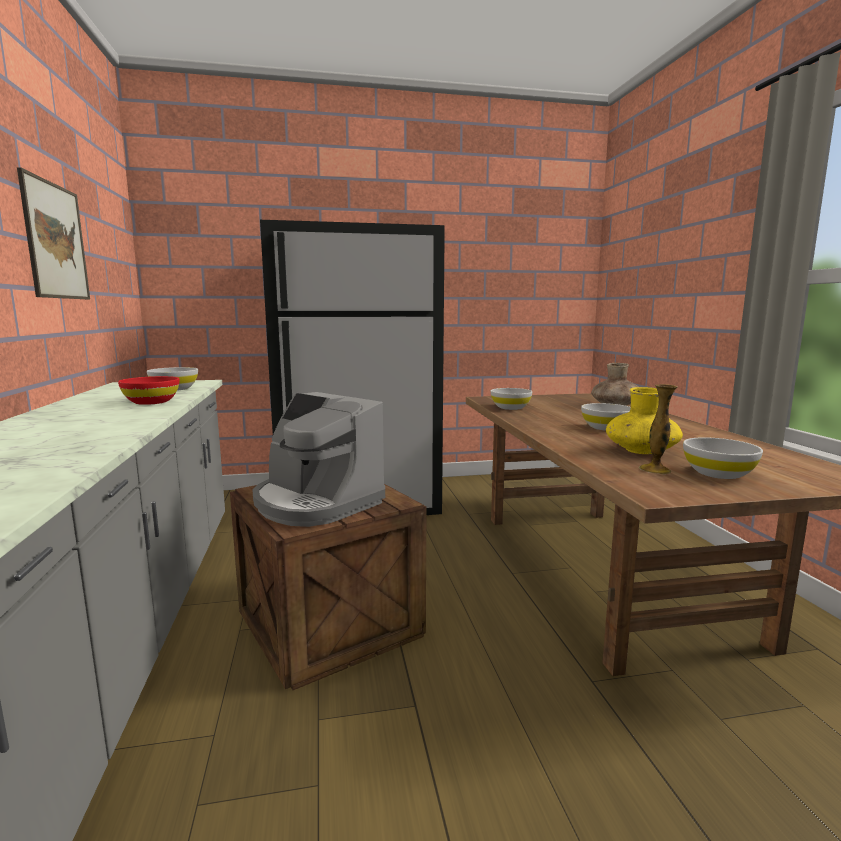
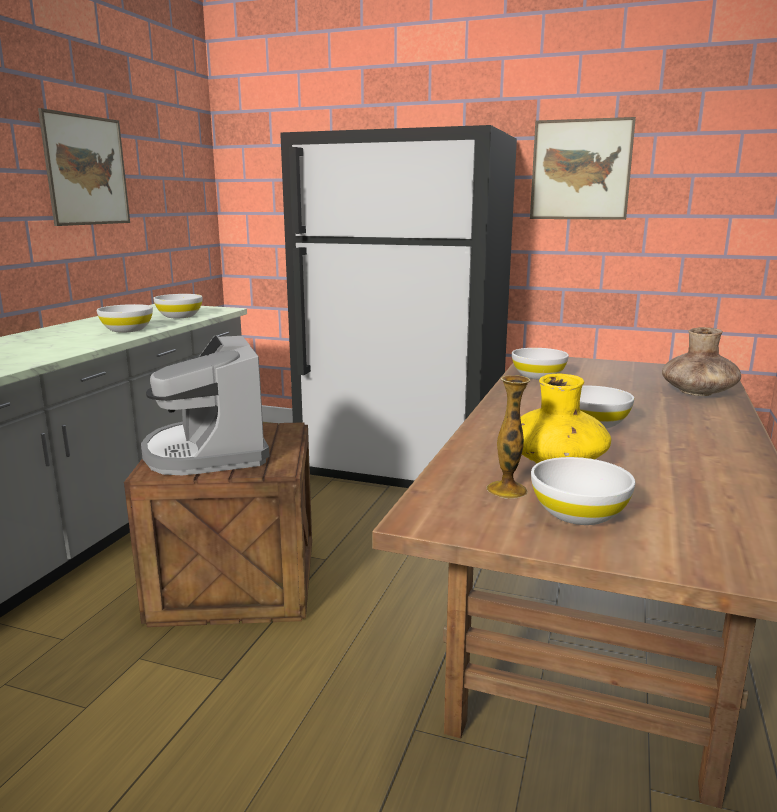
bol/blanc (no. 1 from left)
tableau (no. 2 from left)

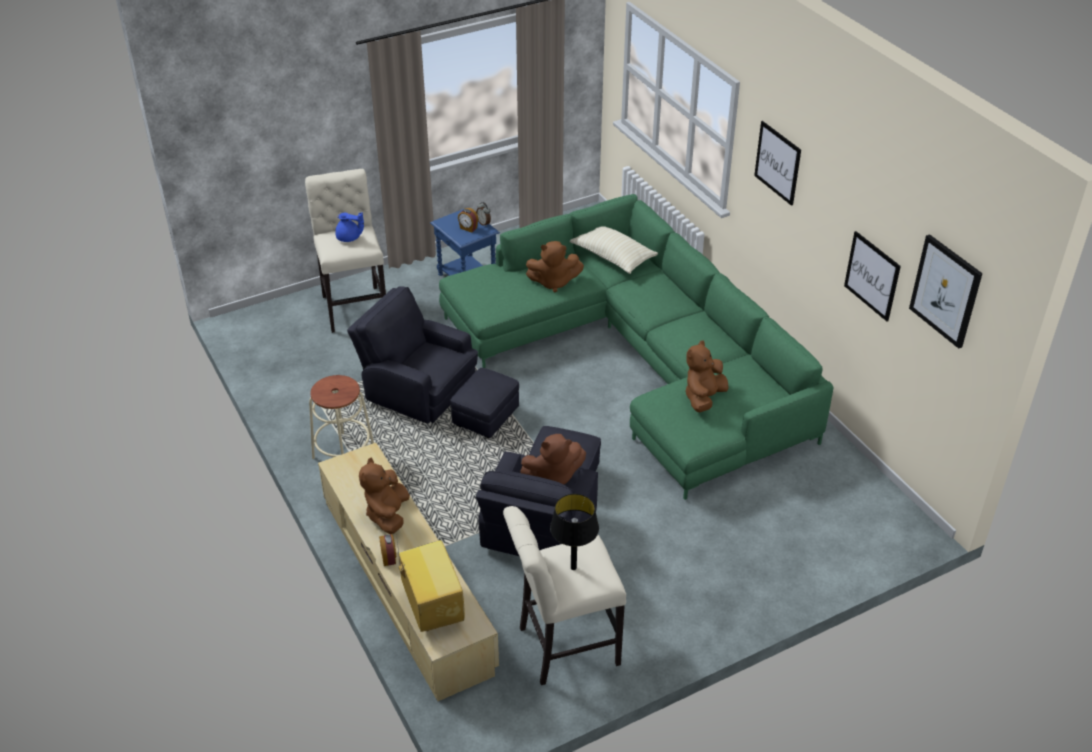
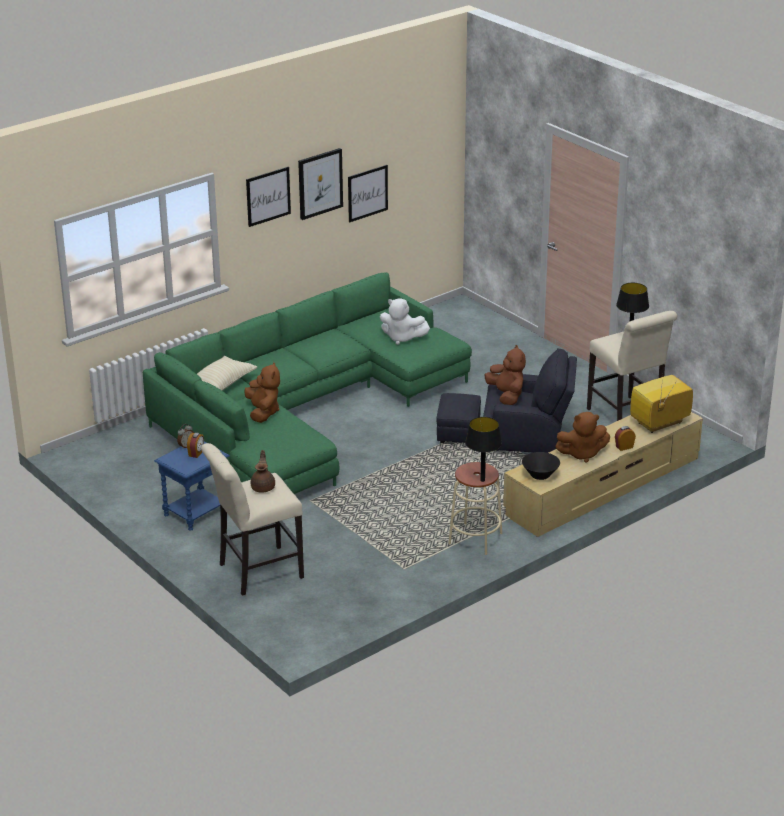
théière/marron
tableau (no. 2 from left)
peluche/blanc
lampe de table/noir (no. 1 from left)
bol/noir
fauteuil/noir (no. 1 from left in the first image)

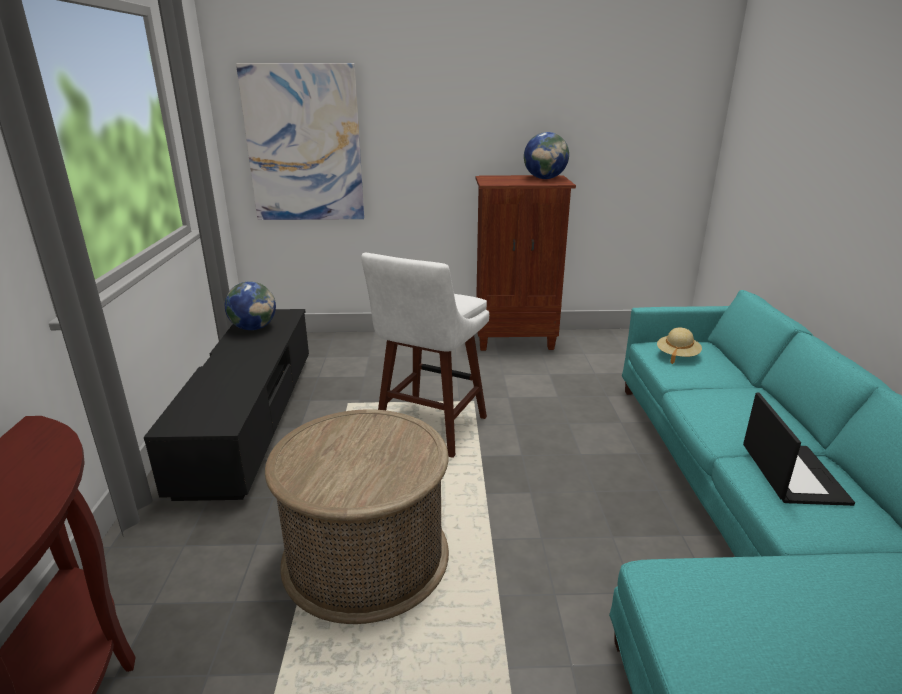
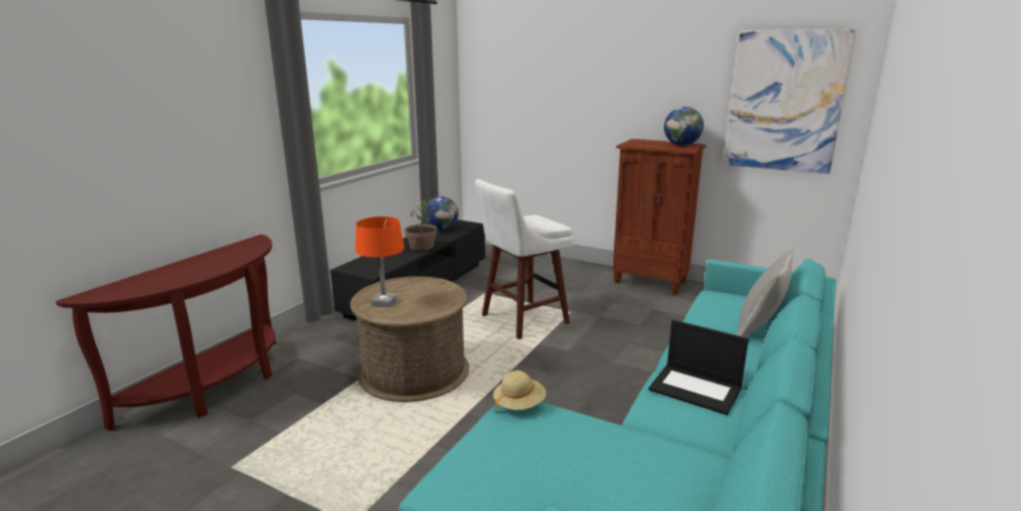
lampe de table/orange
plante en pot
chapeau/beige
ordinateur portable
tableau
coussin/gris

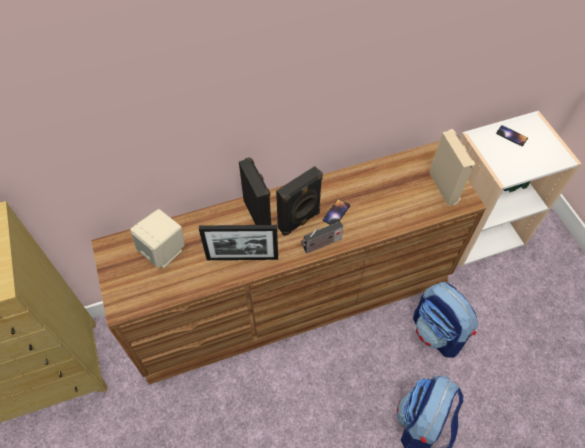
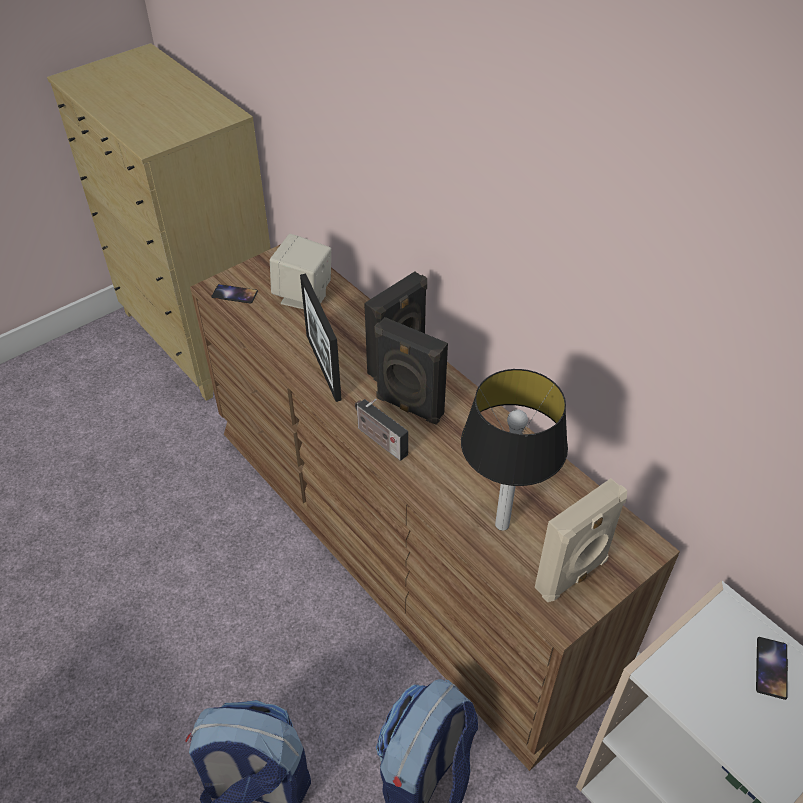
téléphone (no. 1 from left)
lampe de table

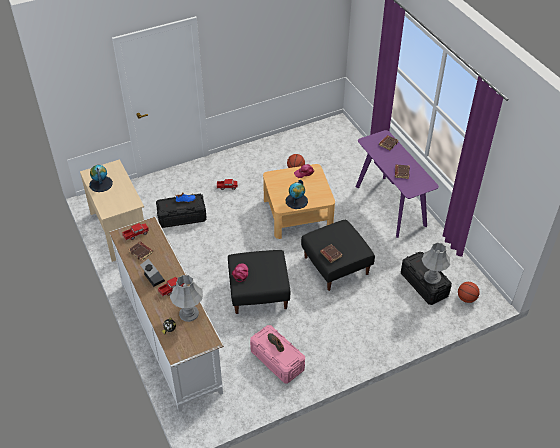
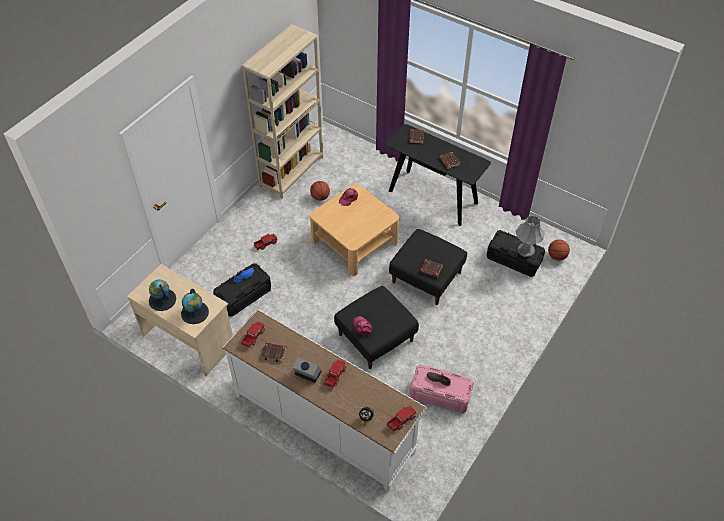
globe (no. 2 from left)
bibliothèque/beige
table console/noir
camion jouet (no. 4 from left)
lampe de table/gris (no. 1 from left in the first image)

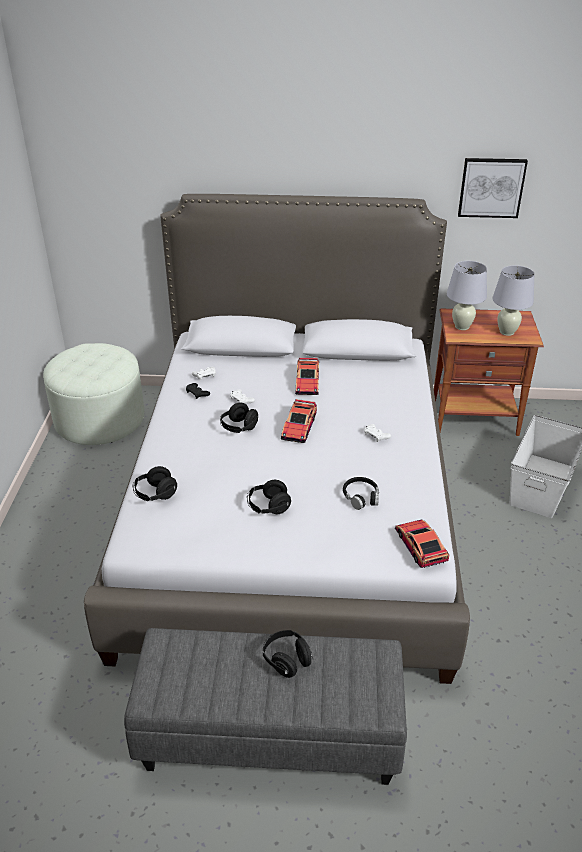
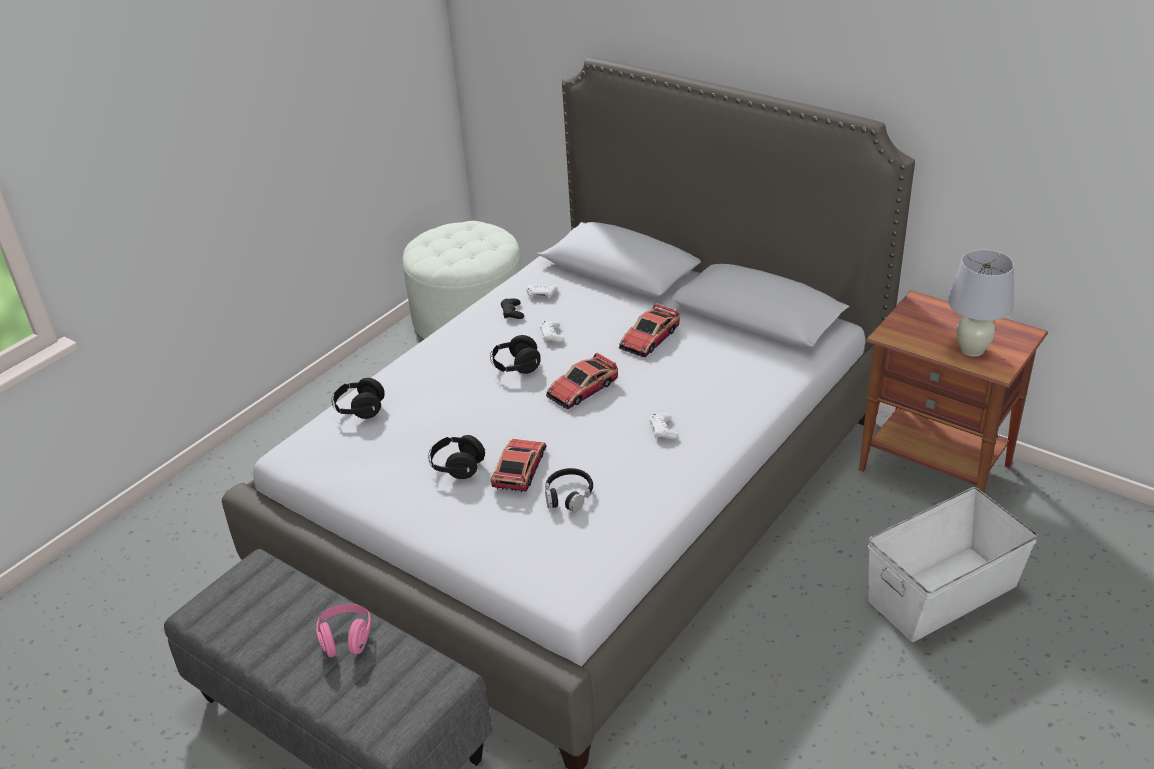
casque audio/rose
petite voiture (no. 1 from left)
lampe de table/blanc (no. 1 from left in the first image)
tableau

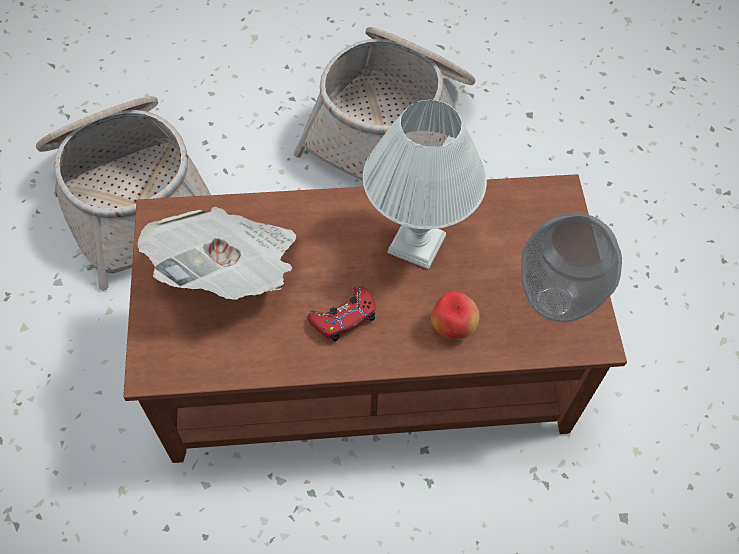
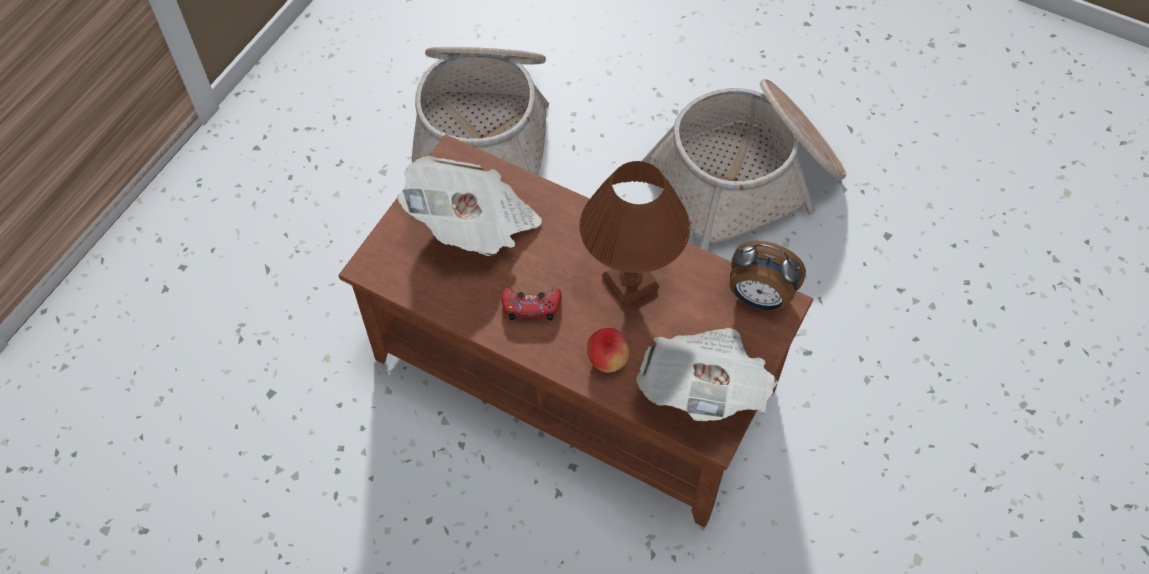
lampe de table/marron
journal (no. 2 from left)
réveil

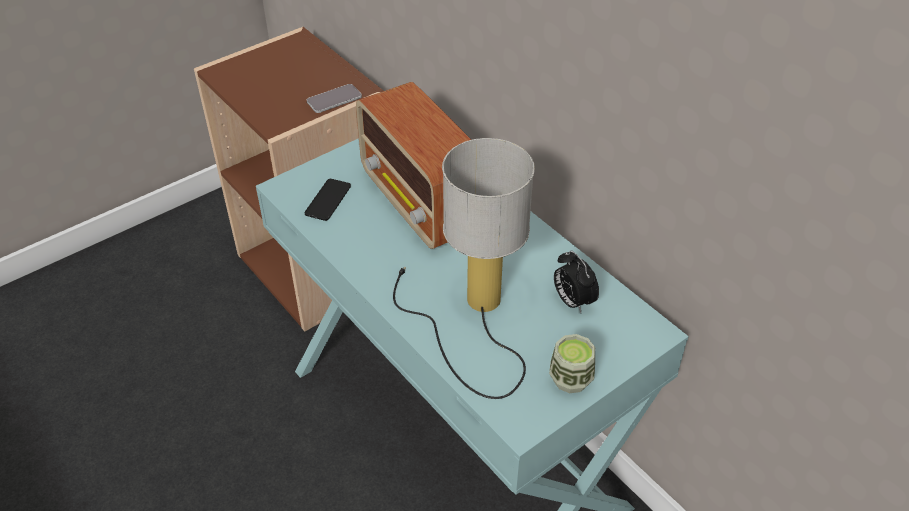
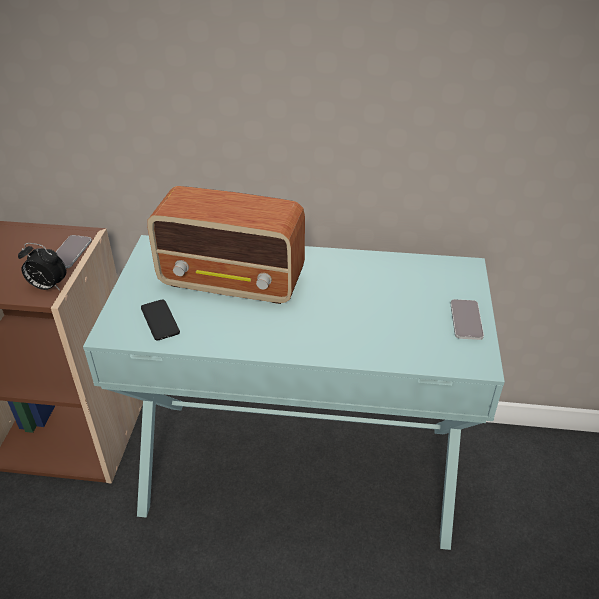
réveil
téléphone (no. 3 from left)
lampe de table

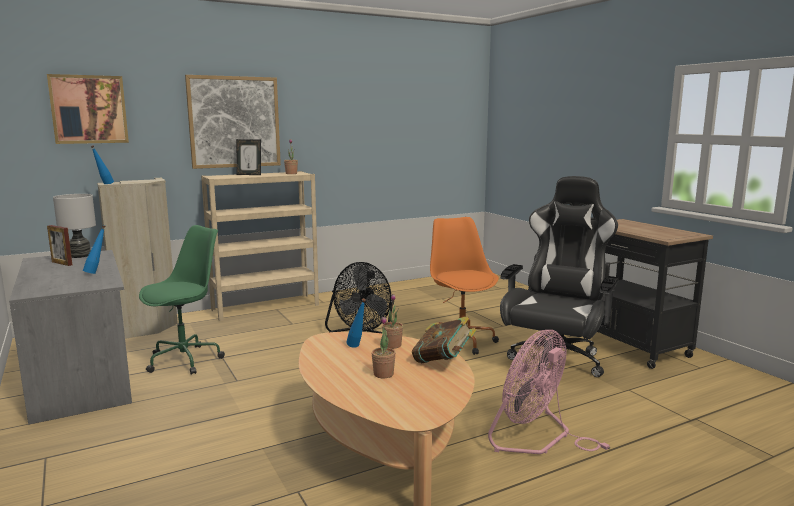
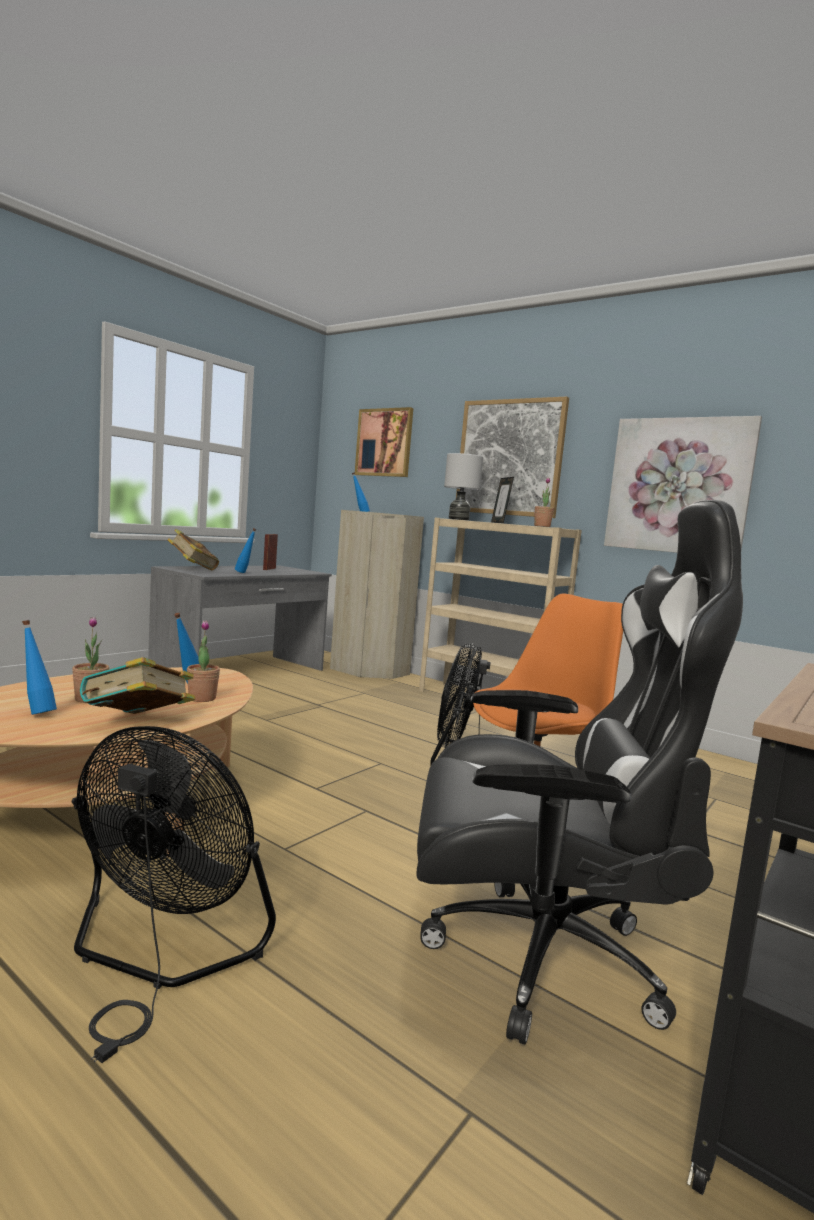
bouteille/bleu (no. 1 from left)
ventilateur/noir (no. 1 from left)
livre (no. 2 from left)
lampe de table/gris
tableau (no. 3 from left)
chaise de bureau/vert

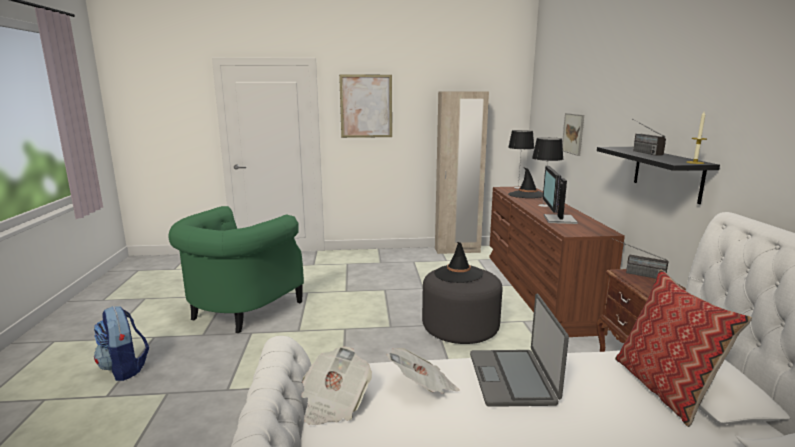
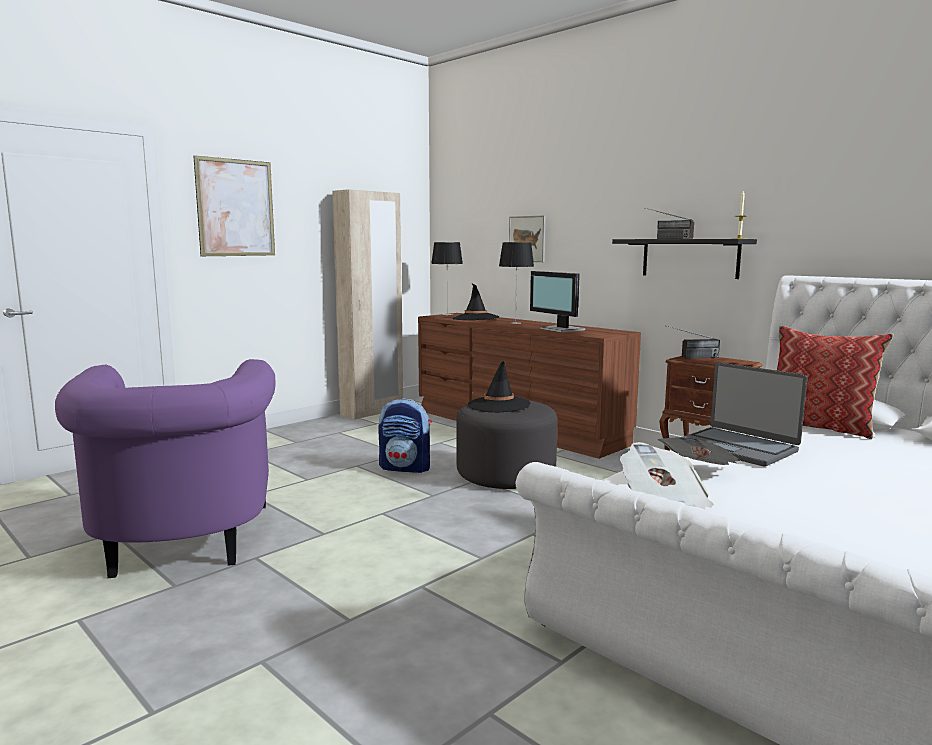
fauteuil/violet
sac à dos

